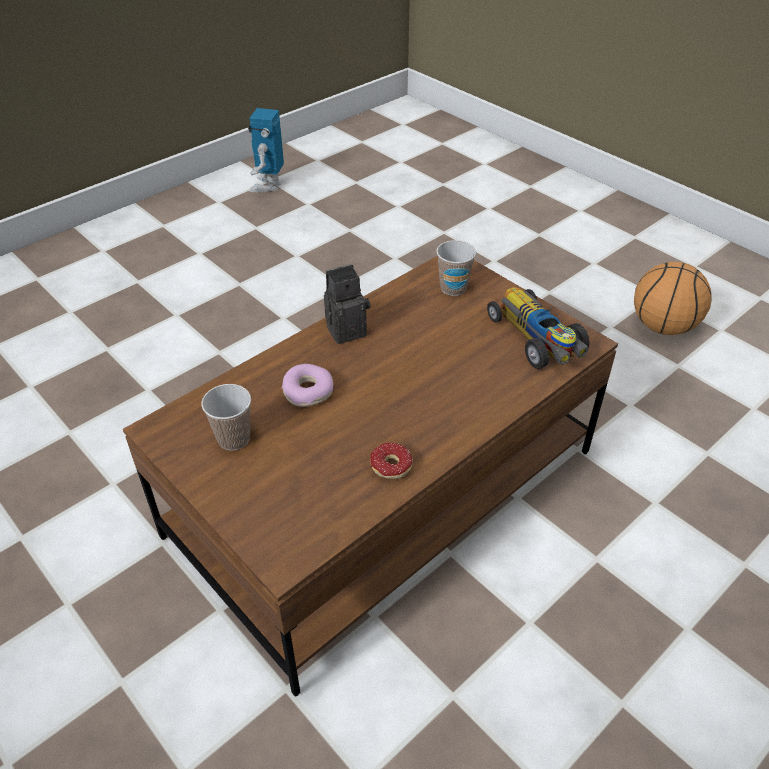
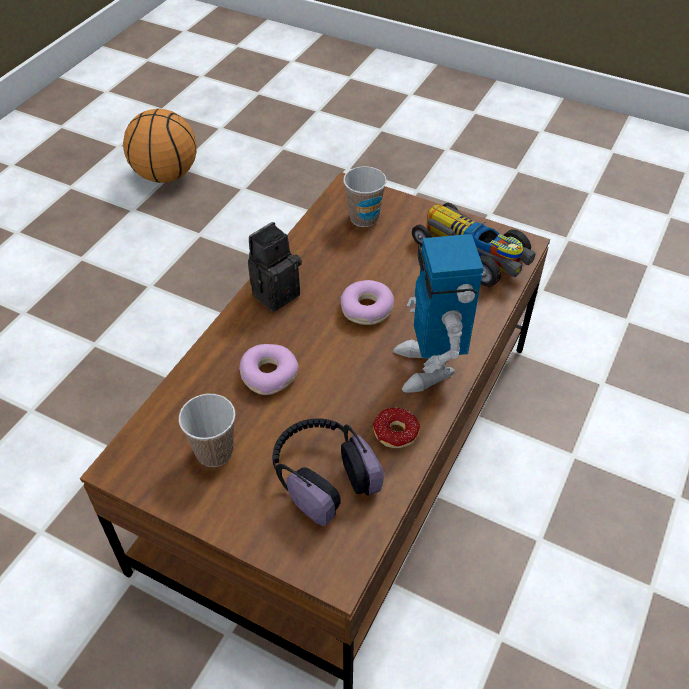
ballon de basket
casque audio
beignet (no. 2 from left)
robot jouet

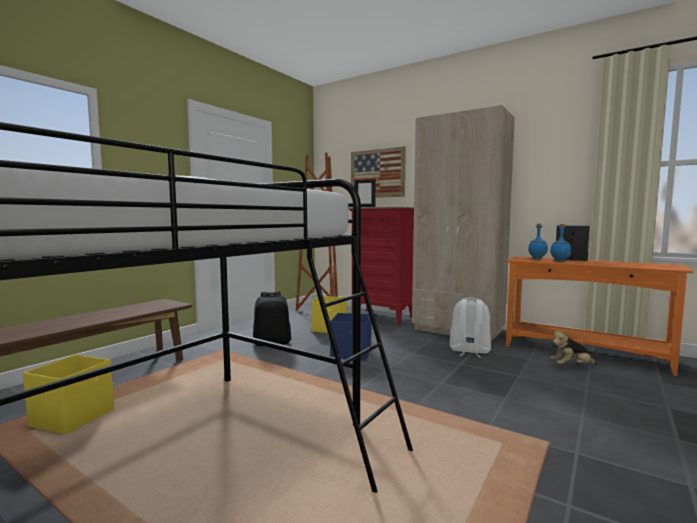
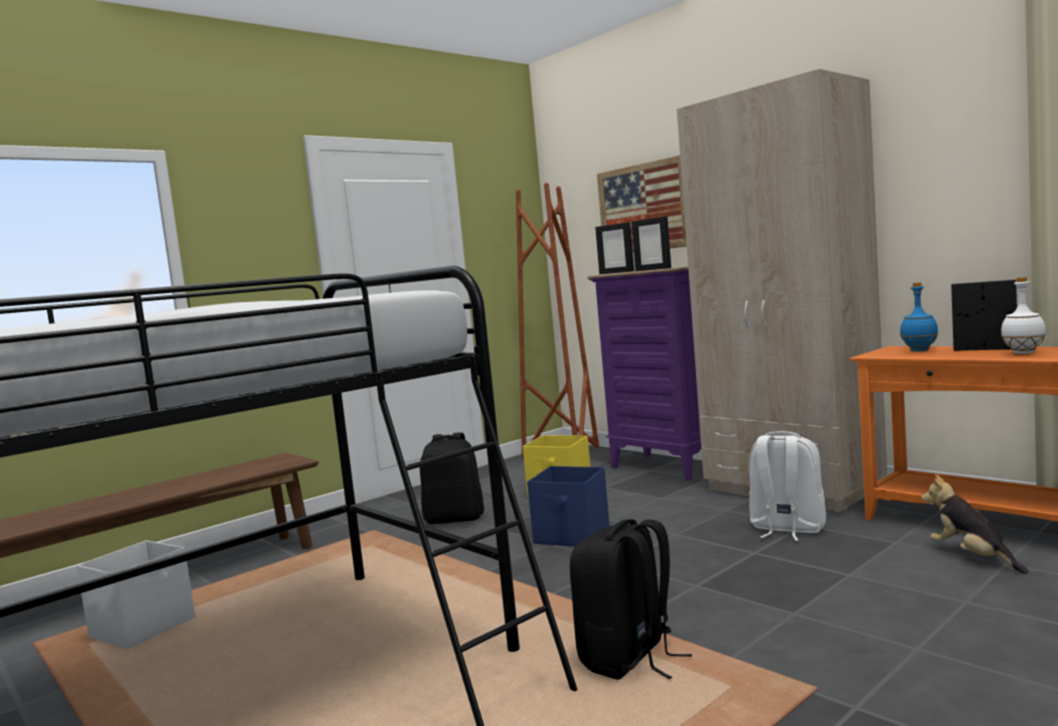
boîte de rangement/blanc
sac à dos/noir (no. 2 from left)
commode/violet
cadre photo (no. 2 from left)
peluche
bouteille/blanc
bouteille/bleu (no. 2 from left in the first image)

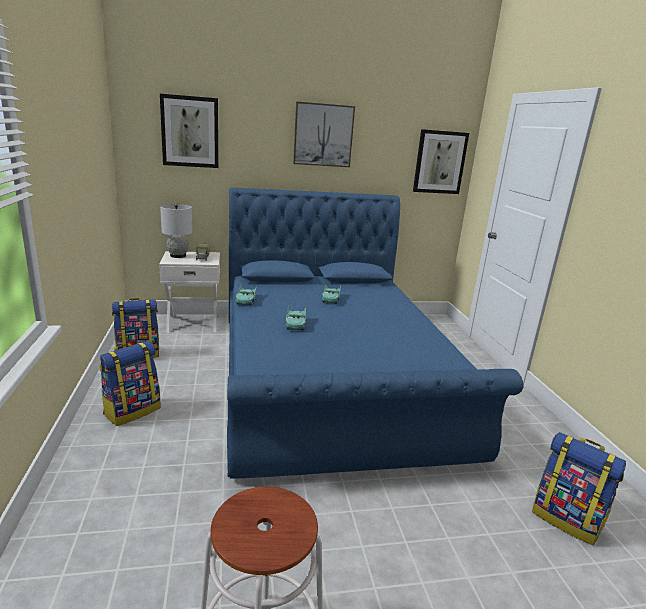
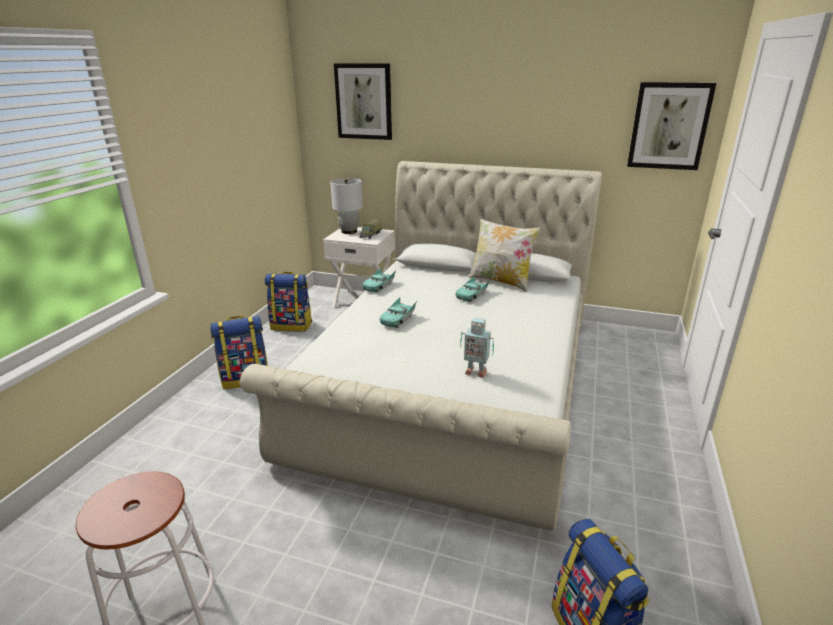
lit/beige
robot jouet
coussin
tableau (no. 2 from left in the first image)

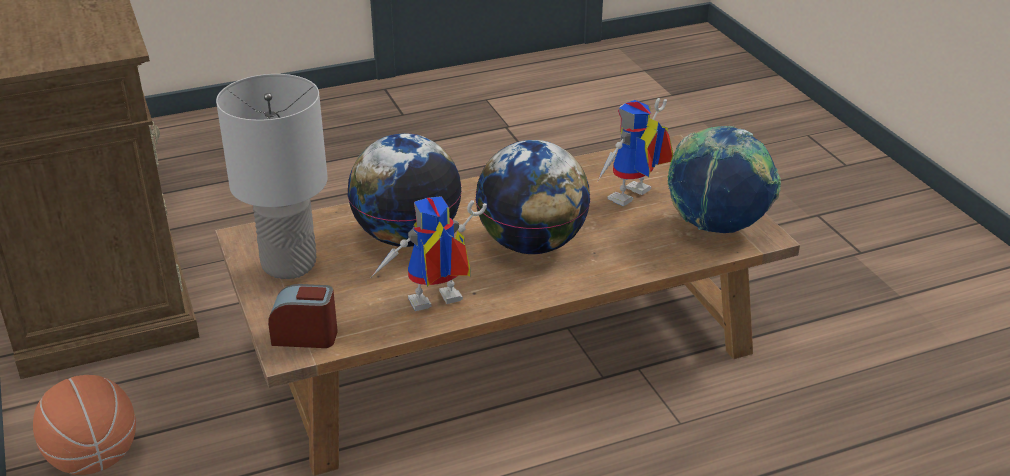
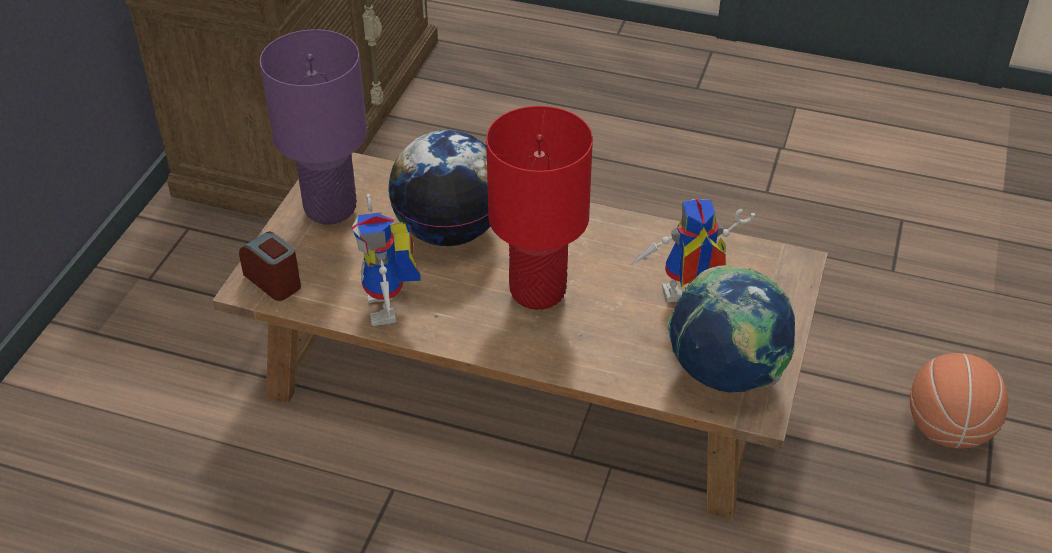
lampe de table/violet
robot jouet (no. 1 from left)
lampe de table/rouge
ballon de basket

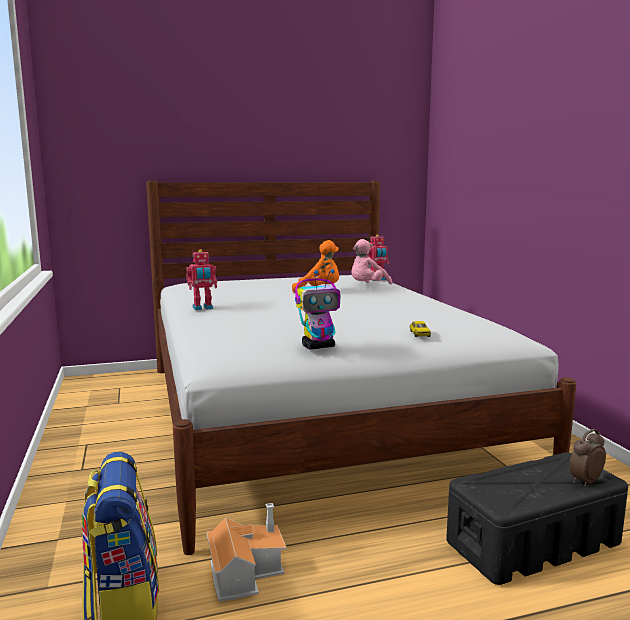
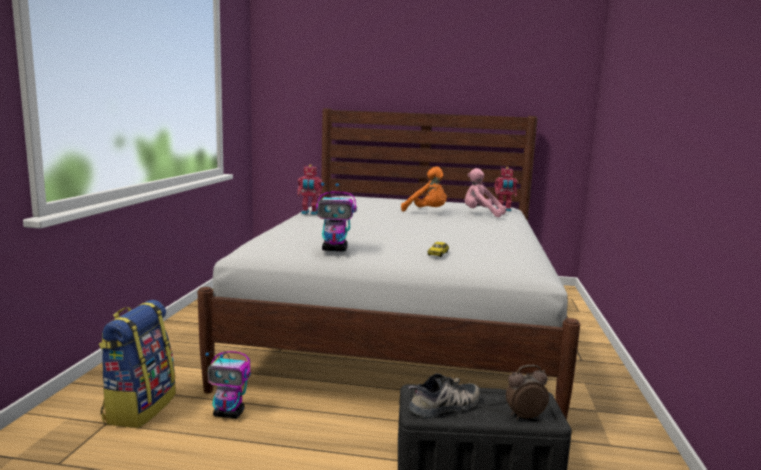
robot jouet (no. 1 from left)
chaussure
peluche/rose

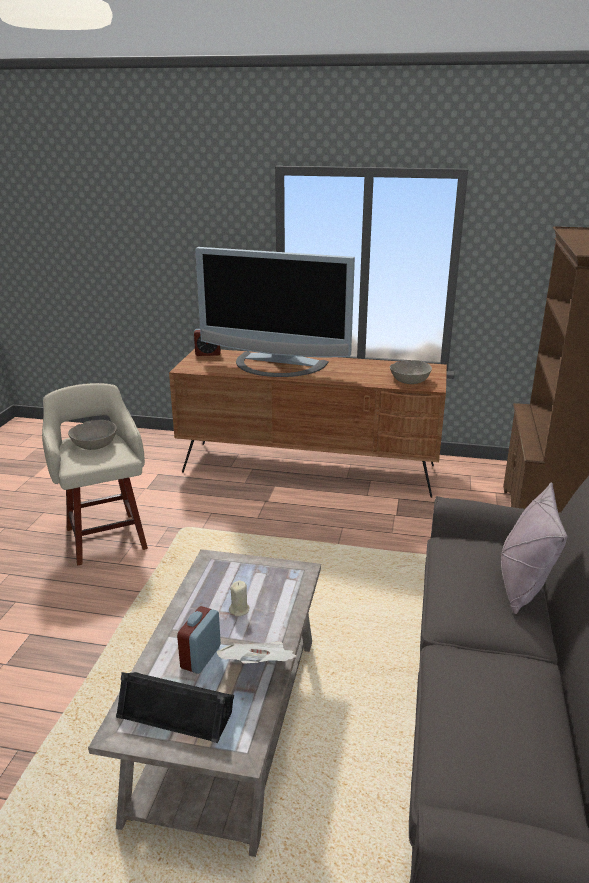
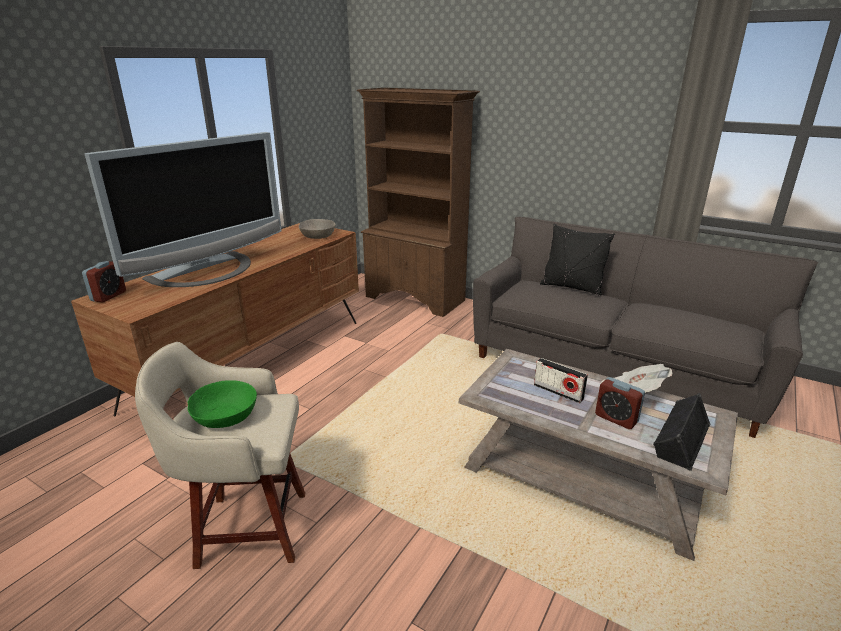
bol/vert
radio
coussin/noir

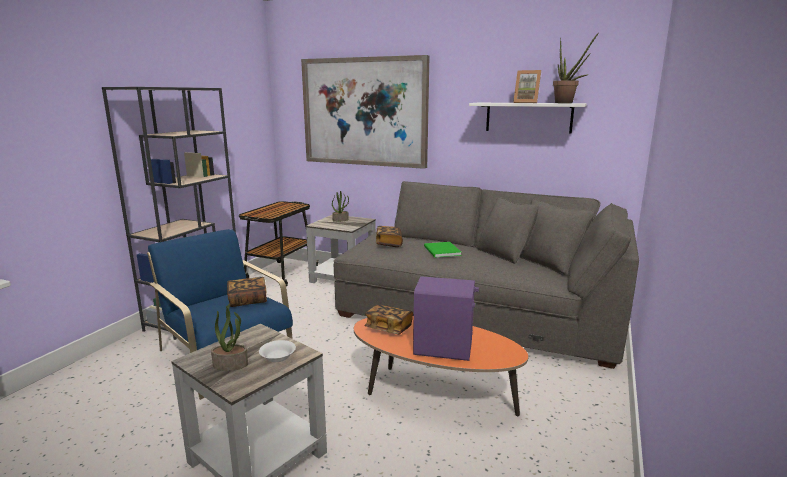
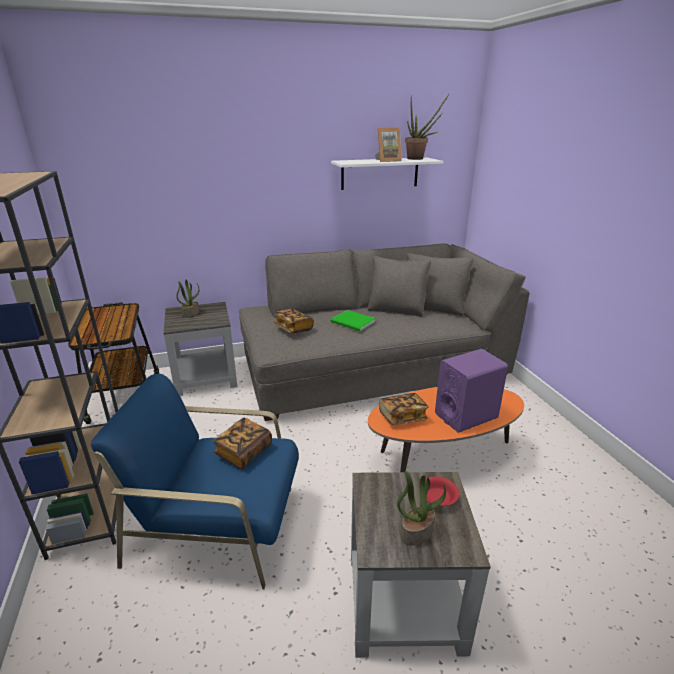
bol/rouge
tableau

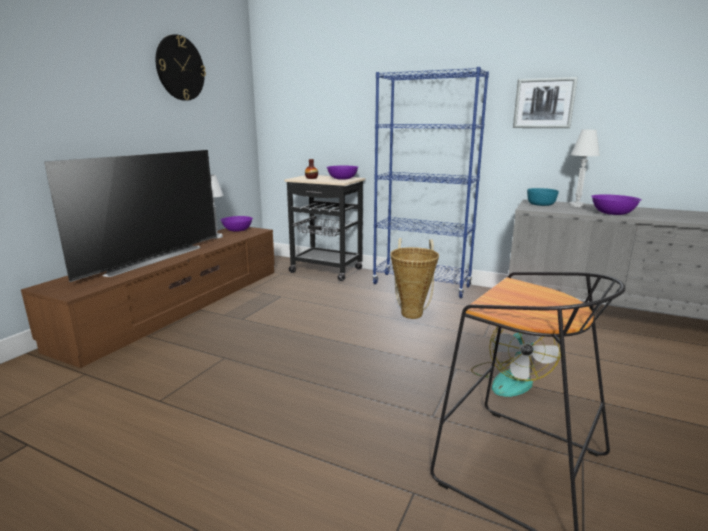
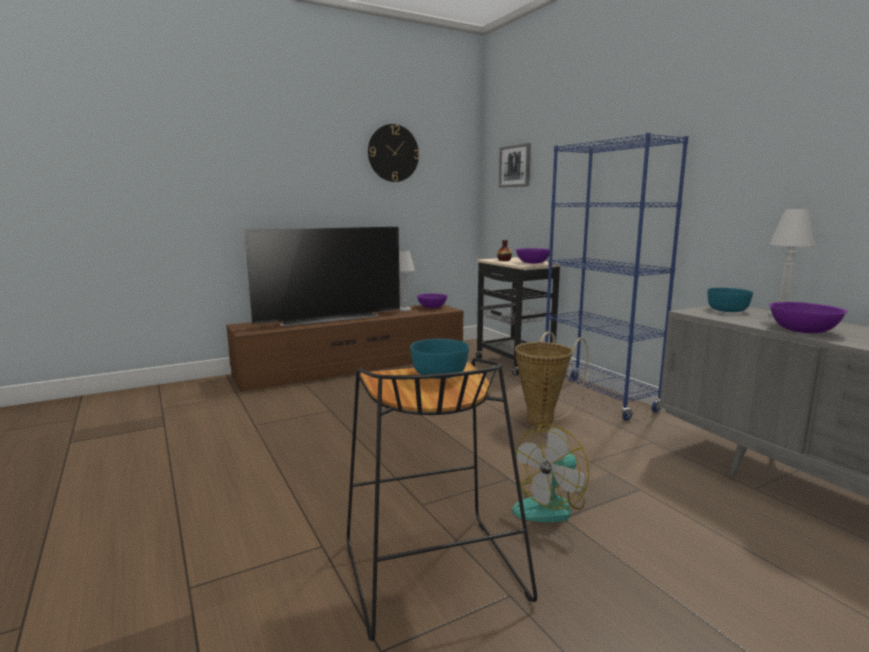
bol/turquoise (no. 1 from left)
tableau

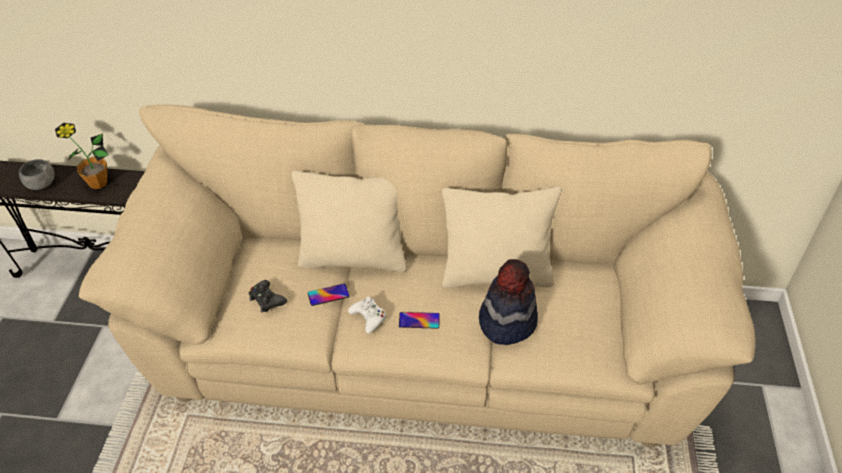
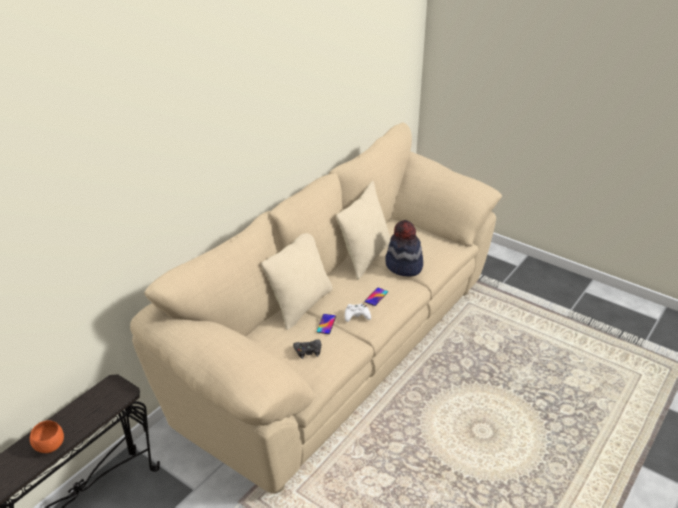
bol/orange
plante en pot

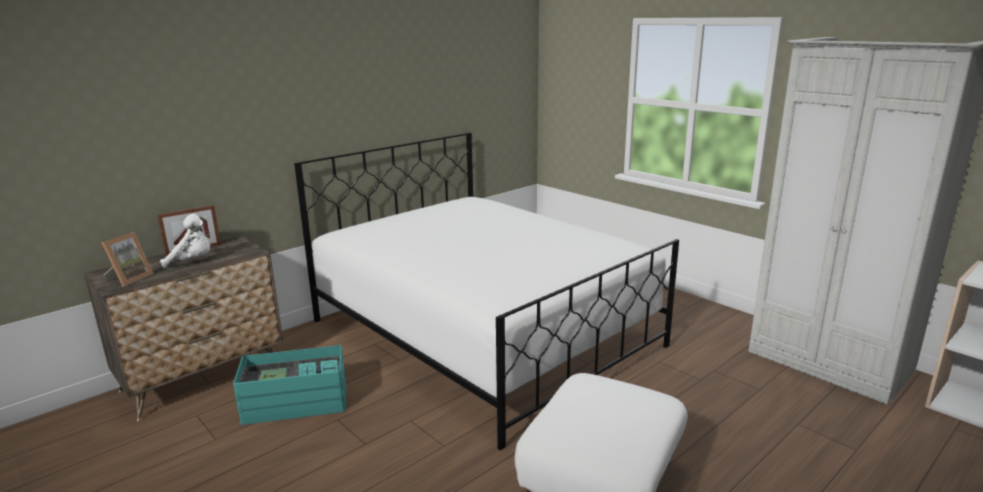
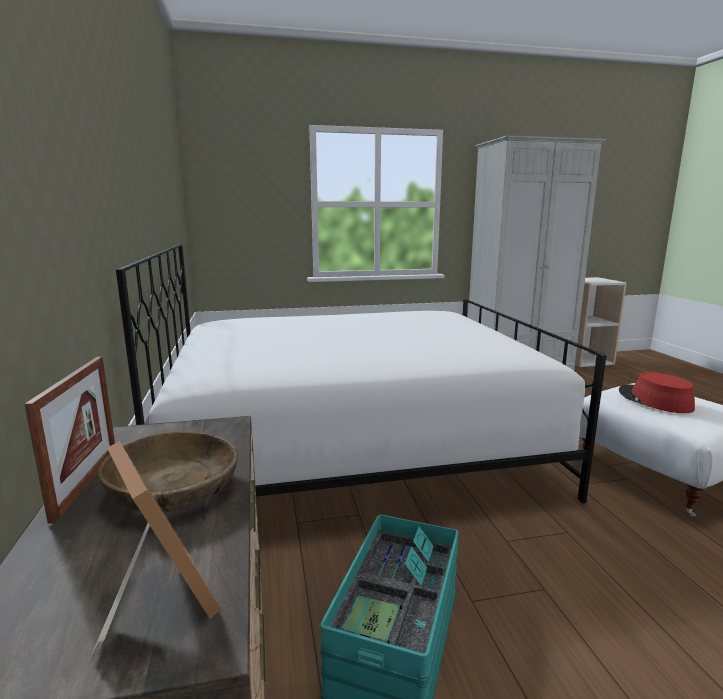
bol/marron
chapeau/rouge

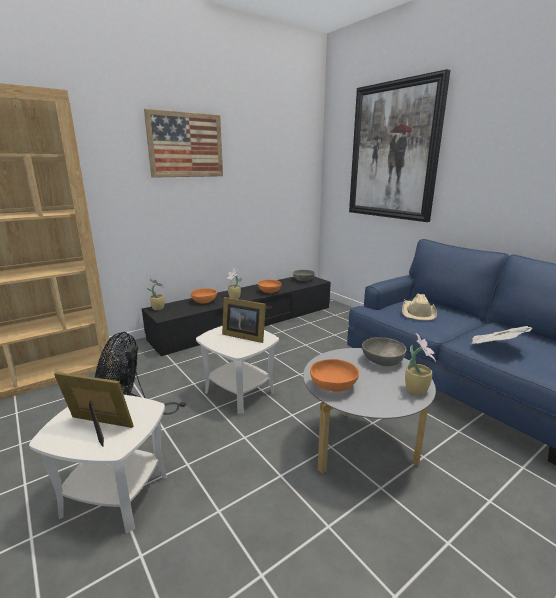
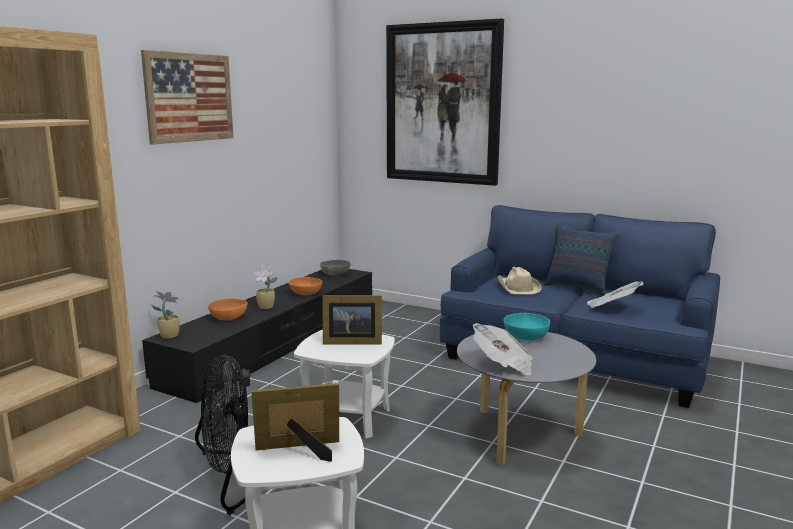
journal (no. 1 from left)
bol/turquoise
coussin/bleu
plante en pot (no. 3 from left in the first image)

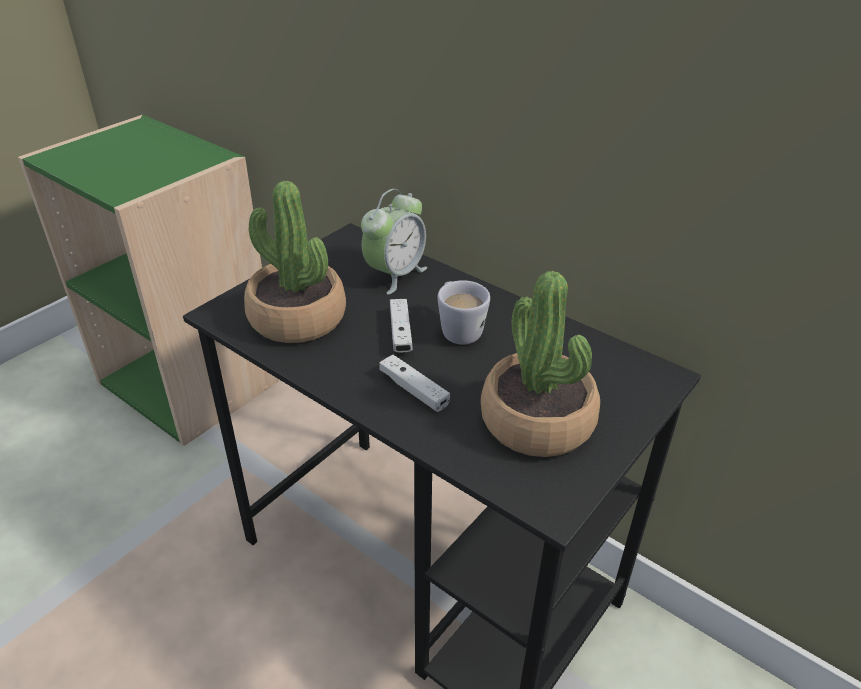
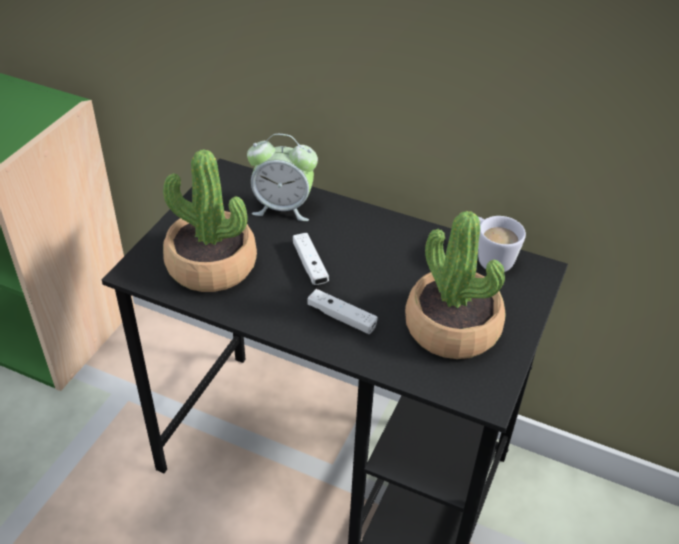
réveil
mug/blanc

